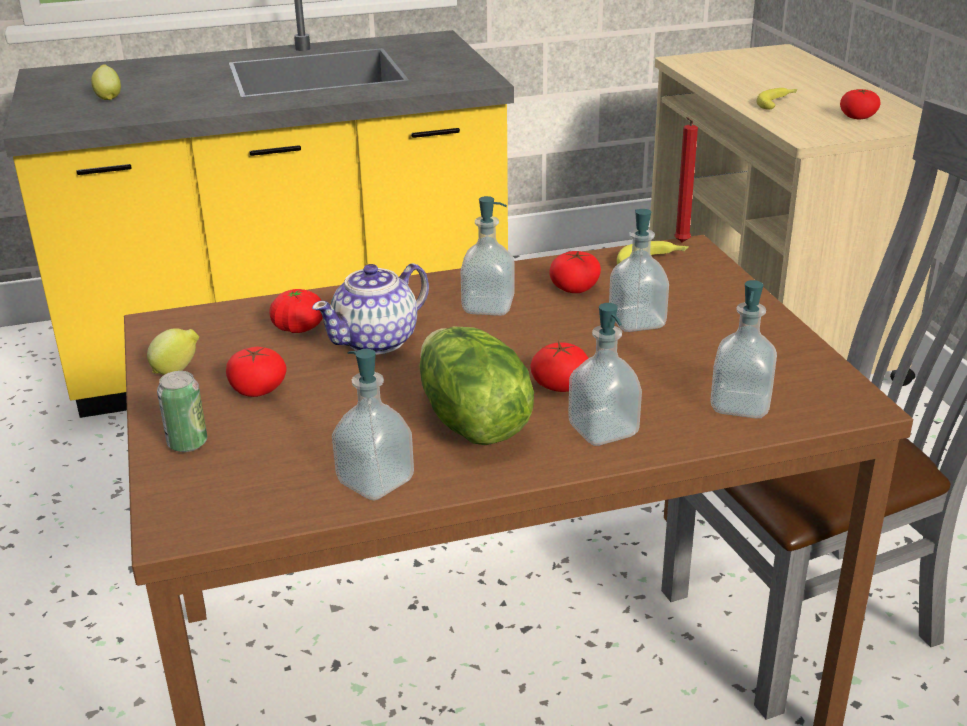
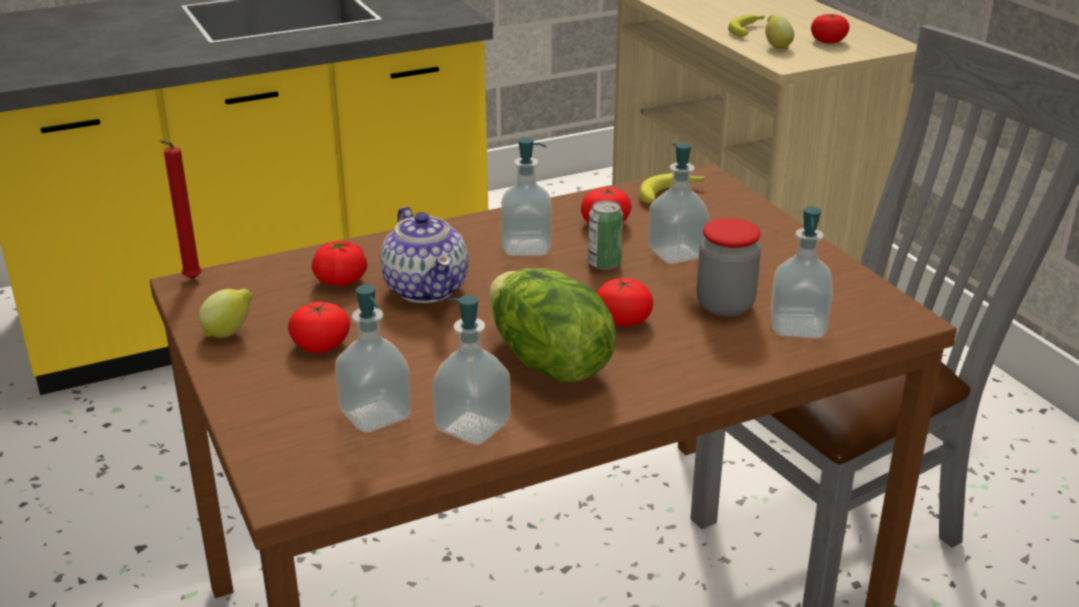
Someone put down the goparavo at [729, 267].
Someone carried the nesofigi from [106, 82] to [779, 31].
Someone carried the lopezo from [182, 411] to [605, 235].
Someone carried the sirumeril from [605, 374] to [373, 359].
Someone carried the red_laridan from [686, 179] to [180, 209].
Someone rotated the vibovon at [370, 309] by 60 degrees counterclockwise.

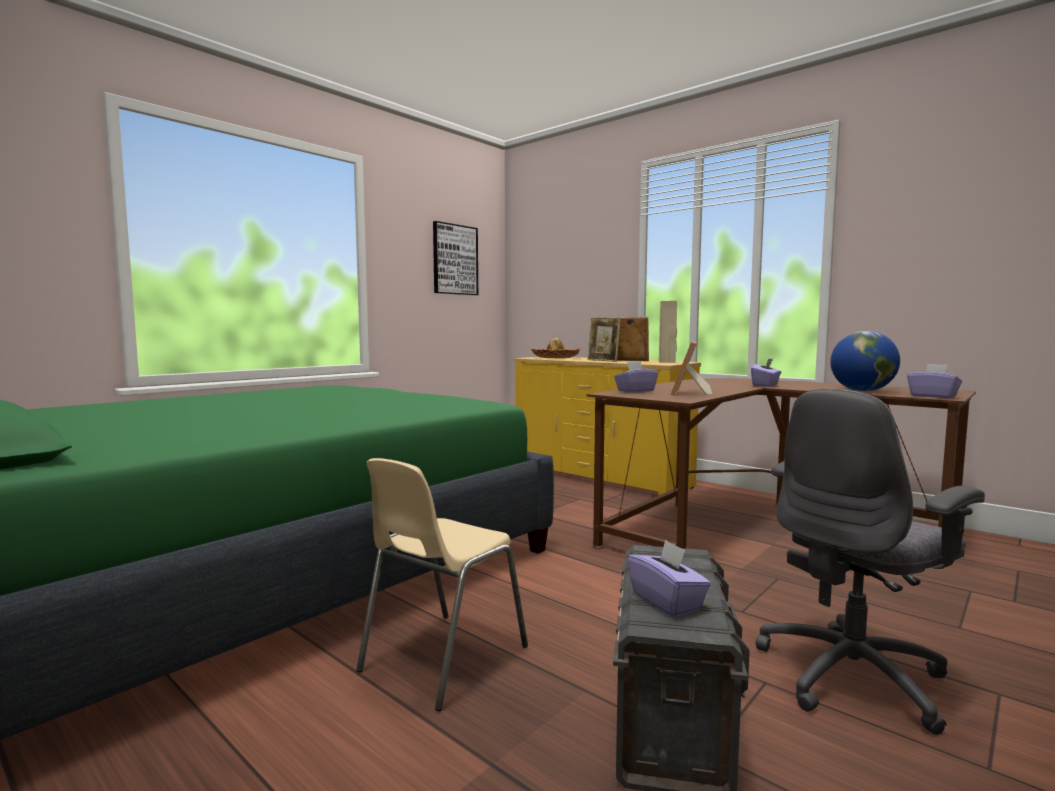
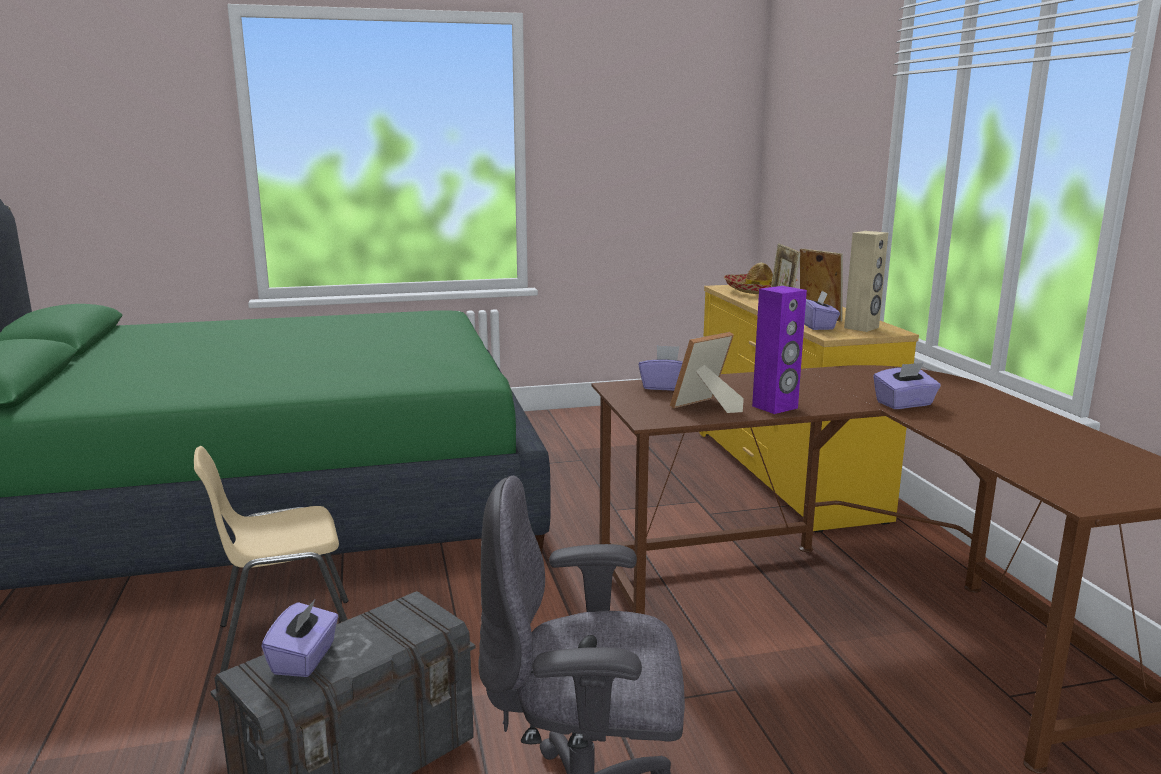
Someone took away the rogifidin at [455, 258].
Someone took away the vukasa at [865, 361].
Someone put down the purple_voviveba at [779, 350].
Someone carried the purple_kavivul from [934, 381] to [822, 310].

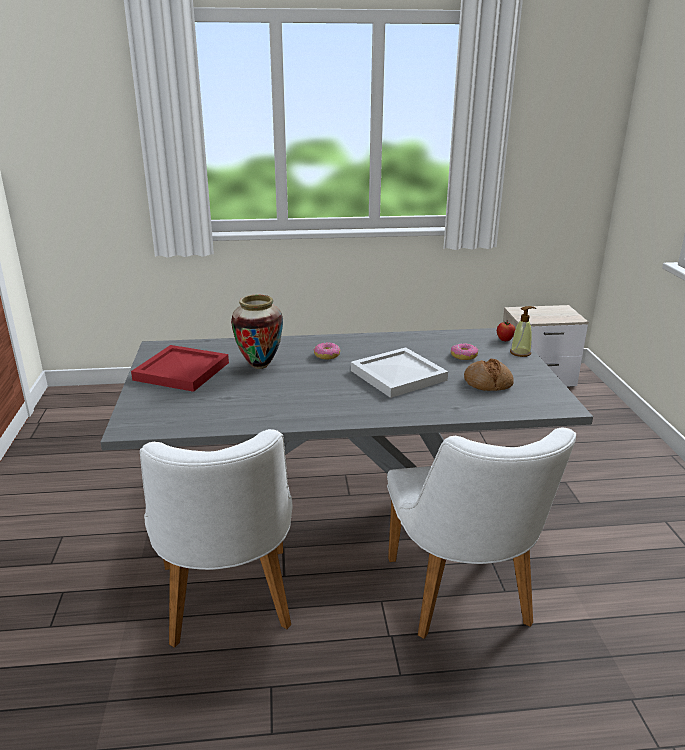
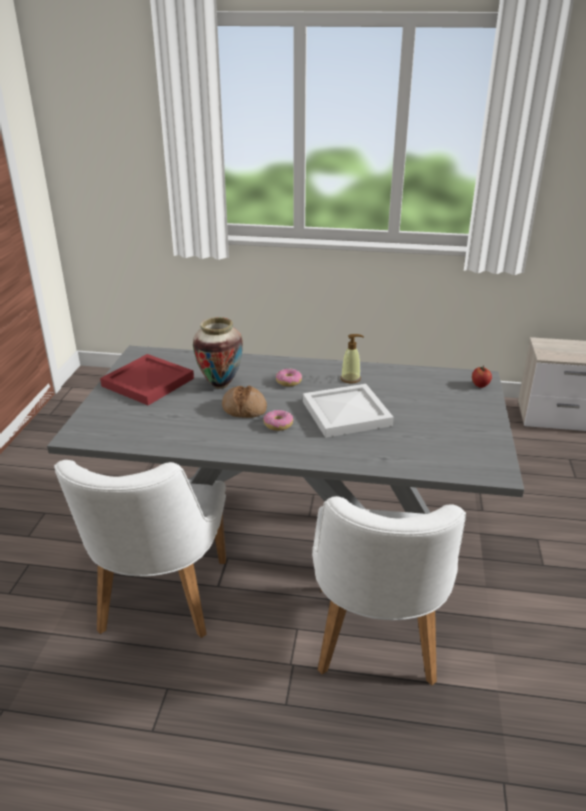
Someone carried the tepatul from [464, 351] to [278, 420].
Someone carried the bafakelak from [489, 375] to [244, 402].
Someone carried the sirumeril from [523, 331] to [352, 358].

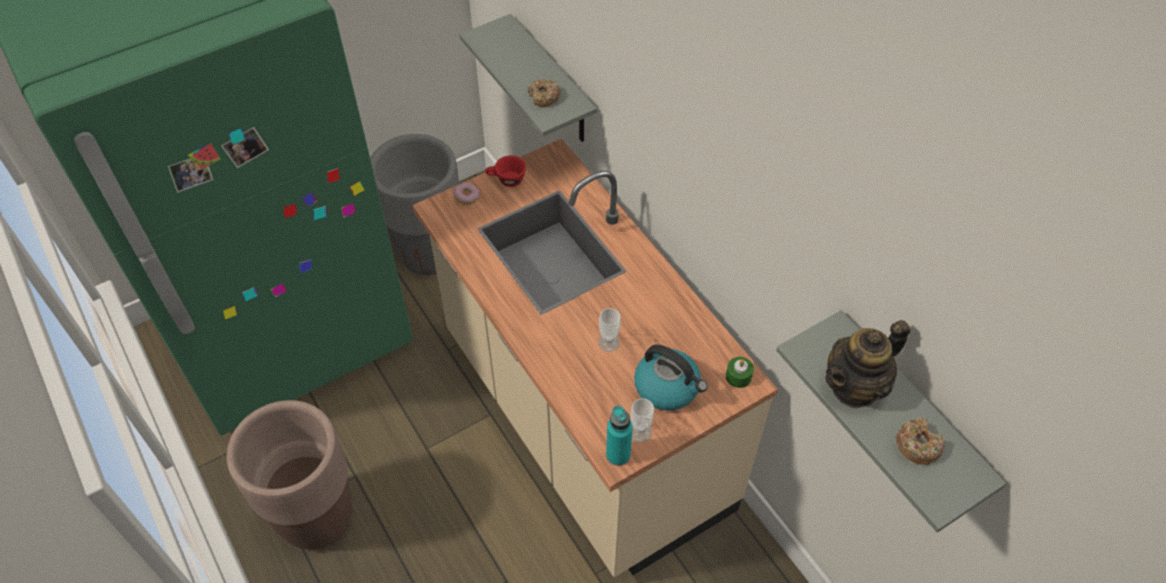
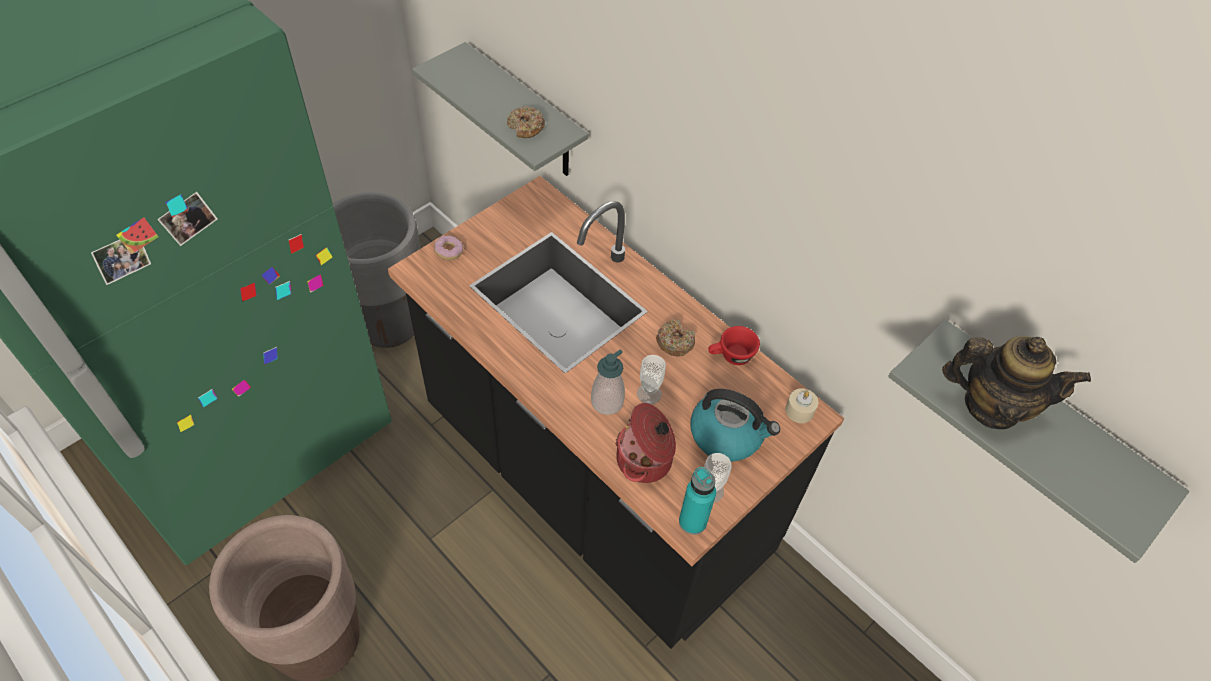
Someone put down the sirumeril at [608, 382].
Someone put down the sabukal at [645, 443].
Someone carried the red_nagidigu from [505, 171] to [734, 345].
Someone carried the tepatul from [921, 441] to [675, 337].
Someone repainted the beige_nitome at [595, 357], which became the black_nitome at [616, 412].
Someone repainted the green_laridan at [740, 372], which became the beige_laridan at [801, 405].
Someone rotated the vibovon at [867, 364] by 120 degrees counterclockwise.

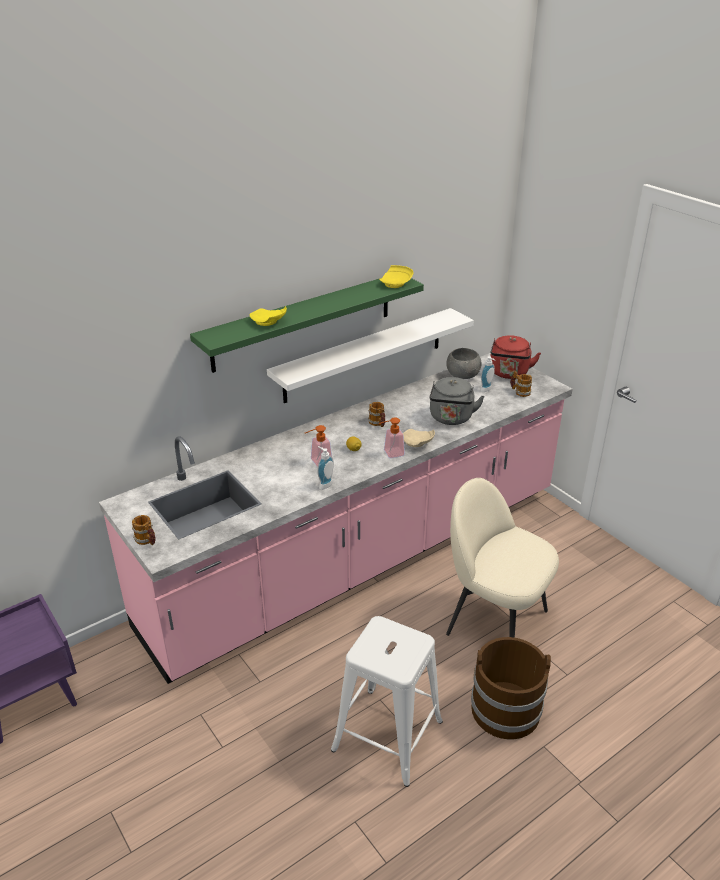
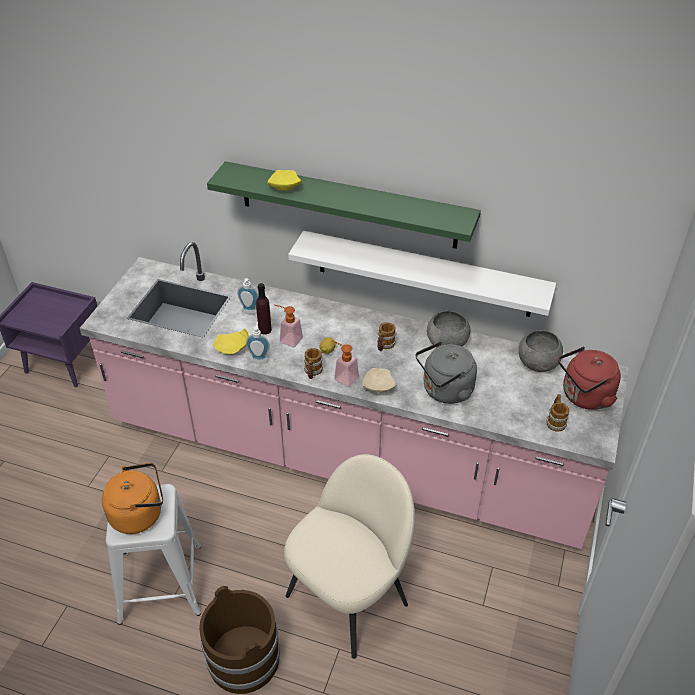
Someone put down the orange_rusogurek at [132, 498].
Someone put down the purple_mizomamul at [264, 309].
Someone put down the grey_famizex at [448, 328].
Someone carried the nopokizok from [144, 530] to [313, 363].
Someone carried the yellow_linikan from [396, 276] to [231, 341].
Someone carried the sirumeril from [488, 374] to [248, 296].
Someone rotated the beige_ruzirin at [502, 558] by 45 degrees clockwise.

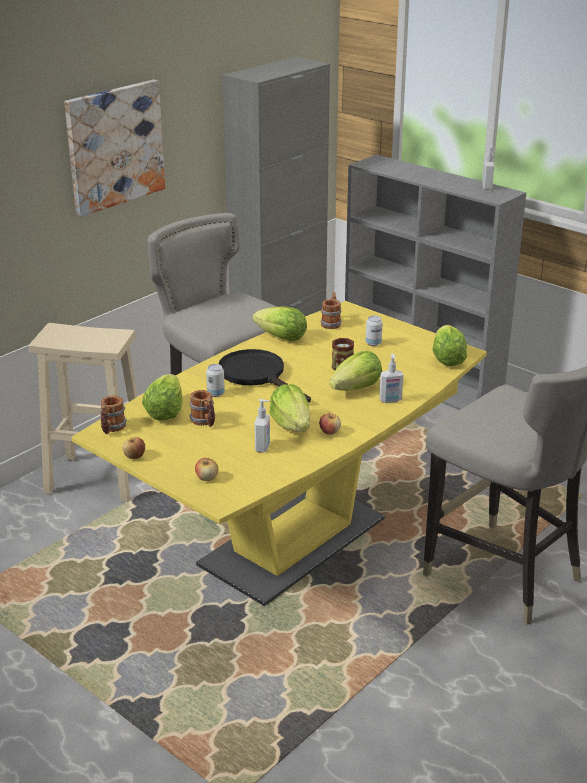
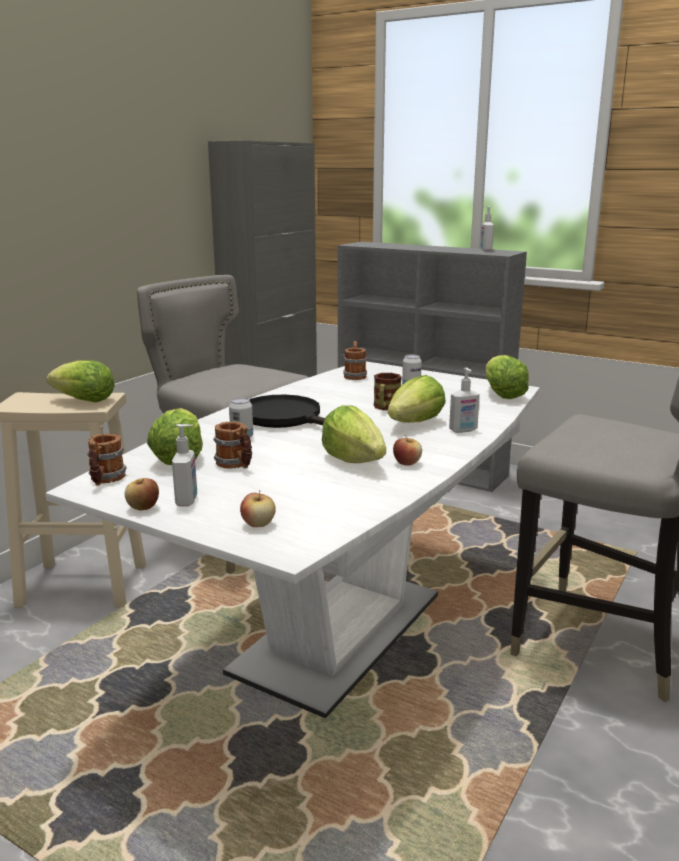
Someone took away the rogifidin at [114, 148].
Someone carried the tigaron from [280, 323] to [81, 381].
Someone carried the sirumeril from [262, 426] to [184, 465].
Someone repainted the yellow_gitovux at [279, 453], which became the white_gitovux at [293, 540].

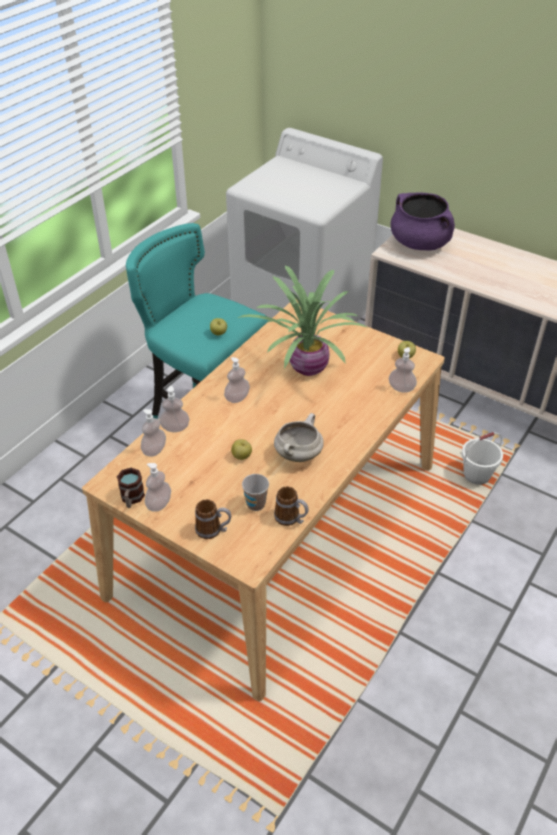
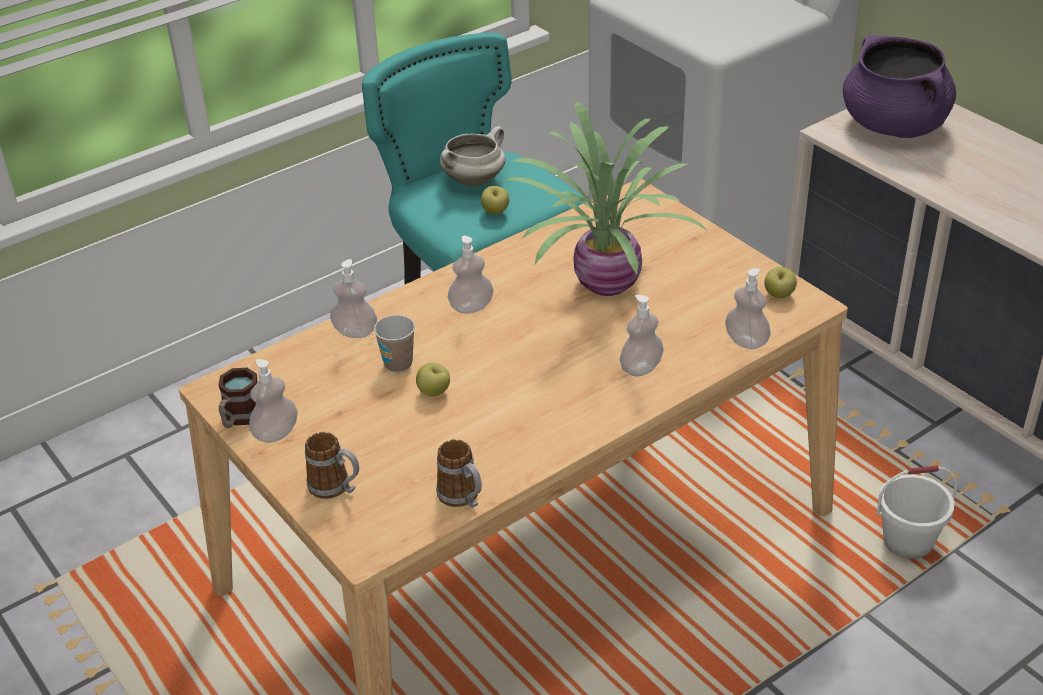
Someone carried the sirumeril from [153, 433] to [642, 335].
Someone carried the nagidigu from [255, 492] to [394, 343].
Someone carried the white_sabukal from [299, 437] to [473, 156].

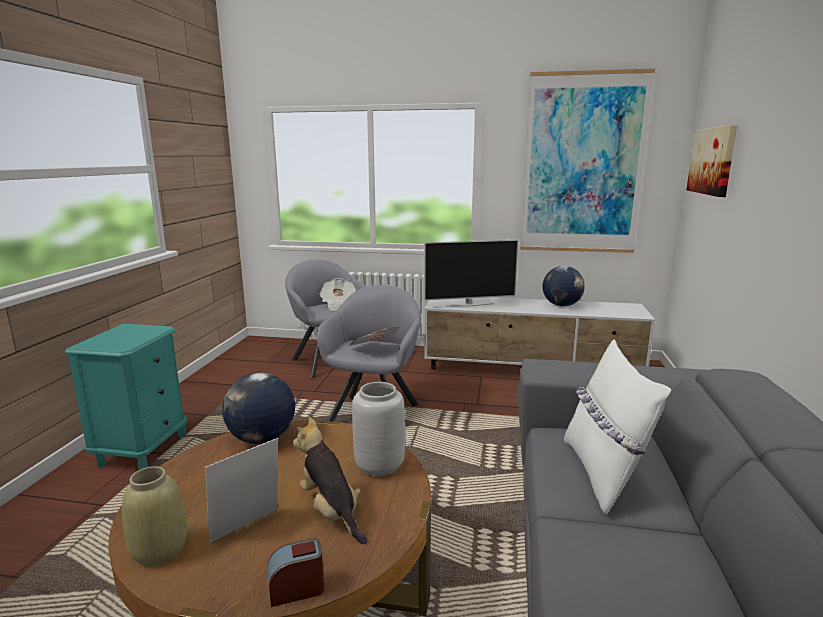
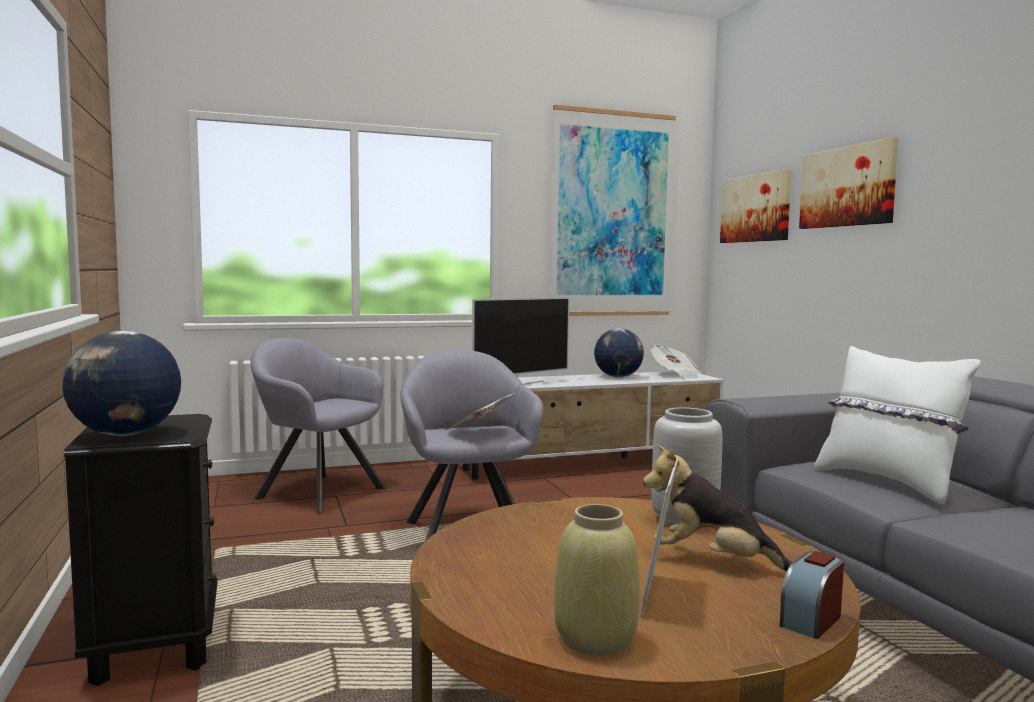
Someone put up the rogifidin at [848, 183].
Someone carried the vukasa from [258, 408] to [121, 383].
Someone carried the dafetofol from [337, 294] to [675, 361].
Someone repainted the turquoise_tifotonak at [126, 397], which became the black_tifotonak at [141, 550].

